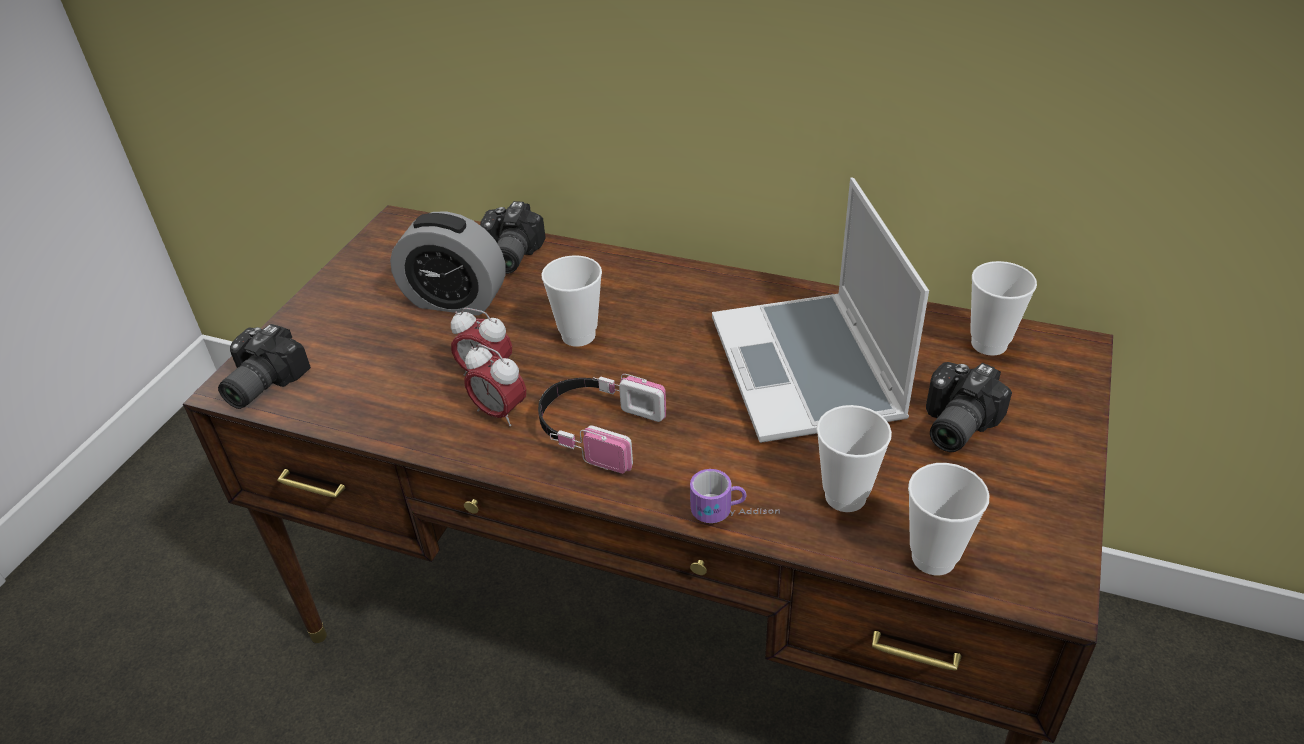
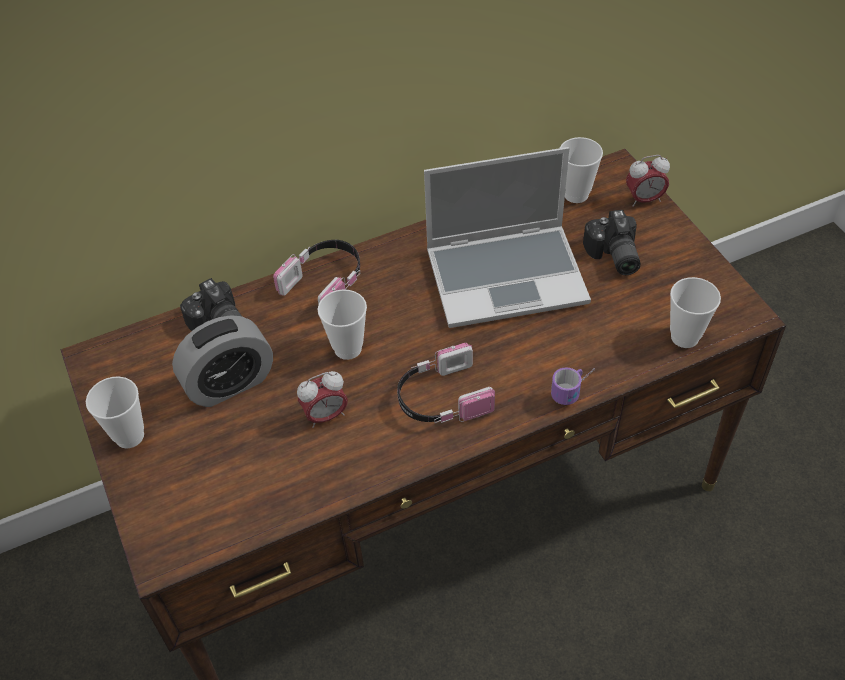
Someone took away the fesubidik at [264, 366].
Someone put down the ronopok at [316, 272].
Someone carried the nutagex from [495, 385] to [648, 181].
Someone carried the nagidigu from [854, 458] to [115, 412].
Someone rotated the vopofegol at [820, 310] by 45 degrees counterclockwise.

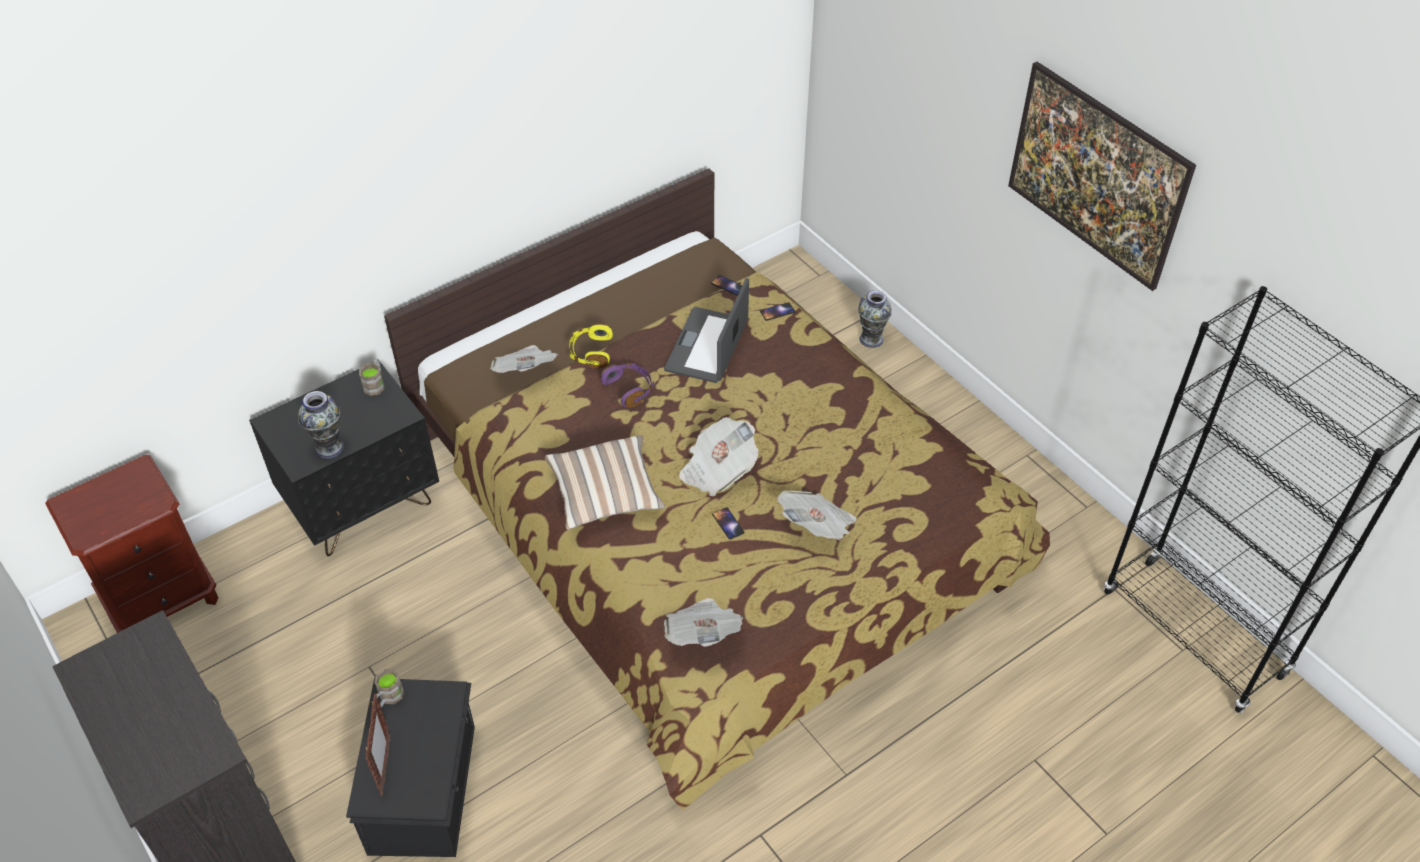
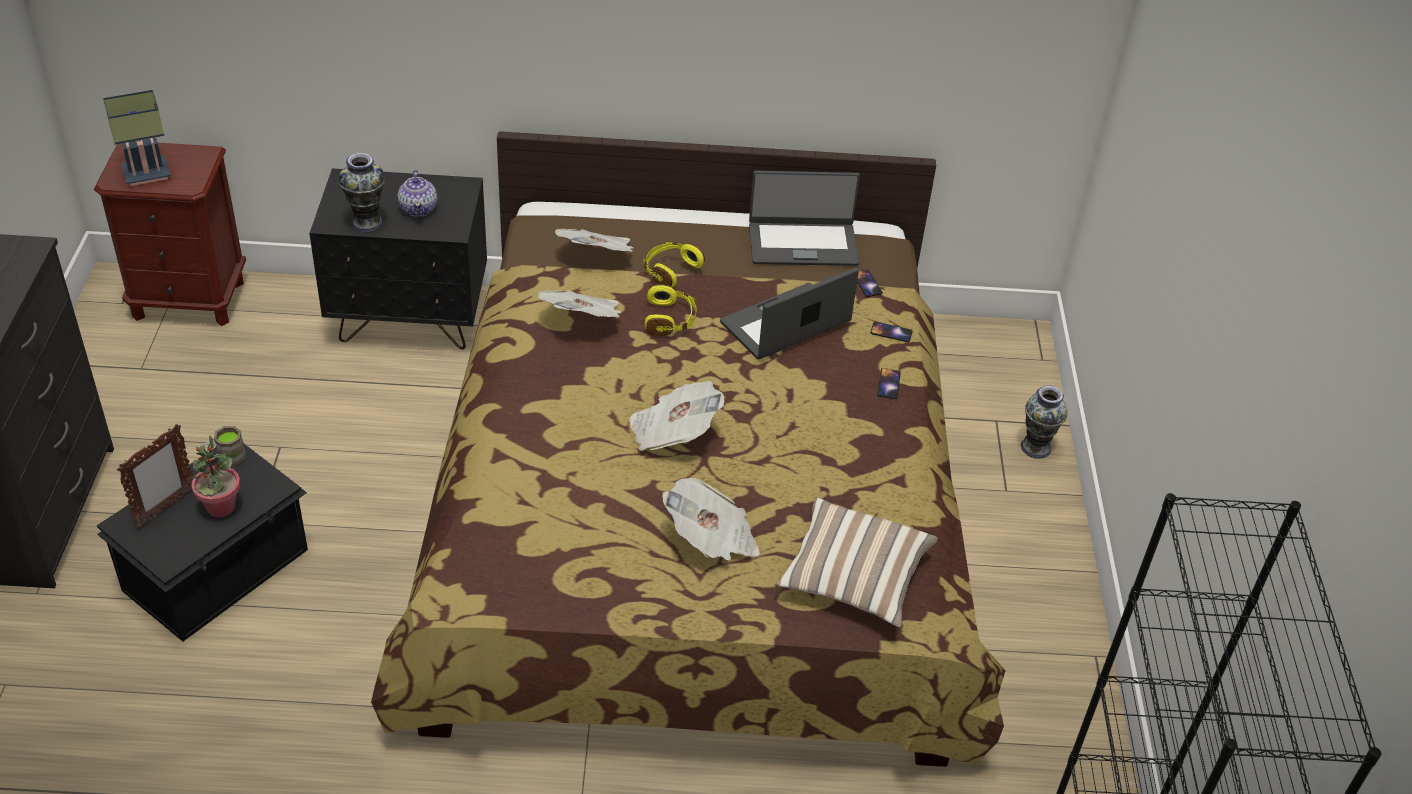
Someone took away the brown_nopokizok at [372, 377].
Someone took away the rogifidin at [1102, 176].
Someone put down the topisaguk at [137, 138].
Someone put down the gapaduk at [215, 476].
Someone put down the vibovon at [417, 194].
Someone put down the vopofegol at [804, 218].
Someone carried the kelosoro from [605, 482] to [857, 562].
Someone carried the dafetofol from [703, 622] to [580, 303].
Someone carried the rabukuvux from [728, 523] to [889, 383].
Someone repainted the purple_ronopok at [627, 385], which became the yellow_ronopok at [671, 310].

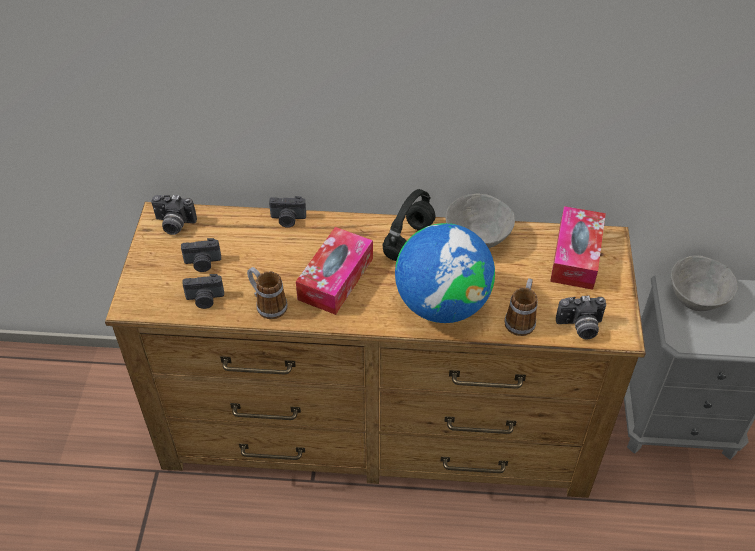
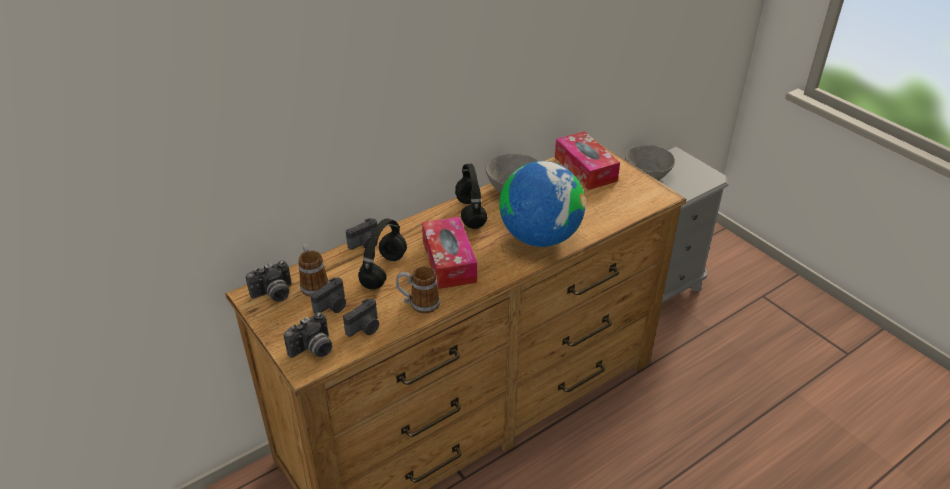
Someone put down the black_ronopok at [382, 254].
Someone carried the nopokizok from [521, 307] to [313, 270].
Someone carried the fesubidik from [581, 317] to [308, 335].

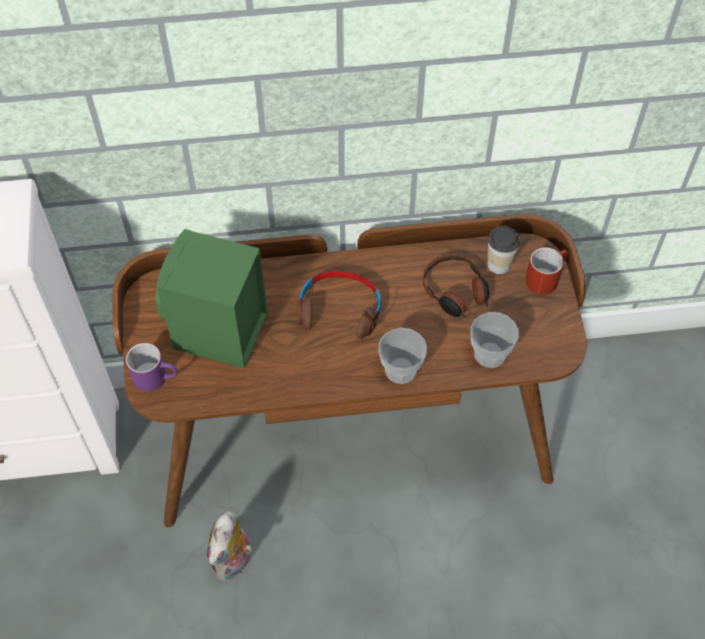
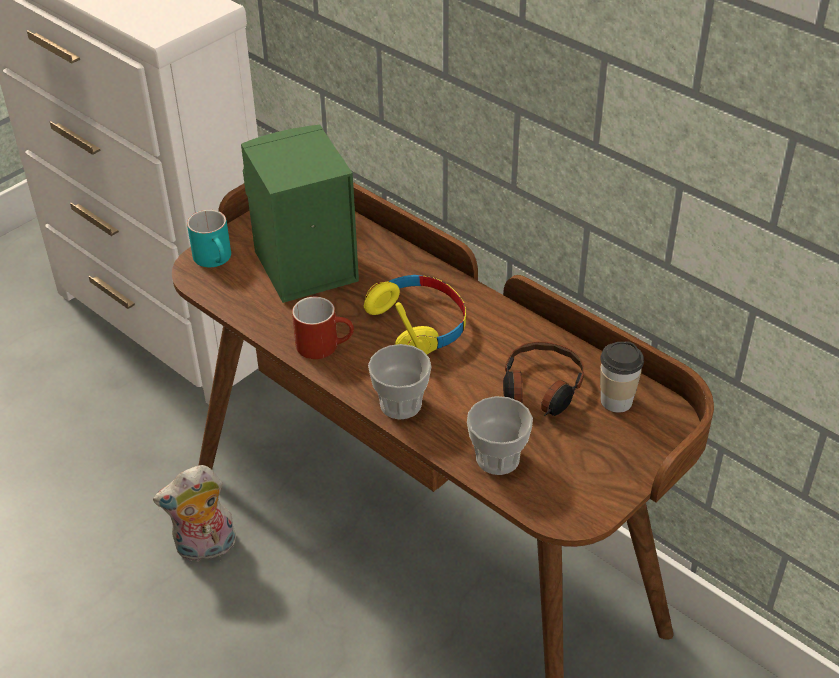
Someone carried the red_nopokizok from [546, 271] to [323, 328].
Someone repainted the purple_nopokizok at [152, 367], which became the turquoise_nopokizok at [209, 238].
Someone repainted the brown_ronopok at [340, 304], which became the yellow_ronopok at [415, 315].

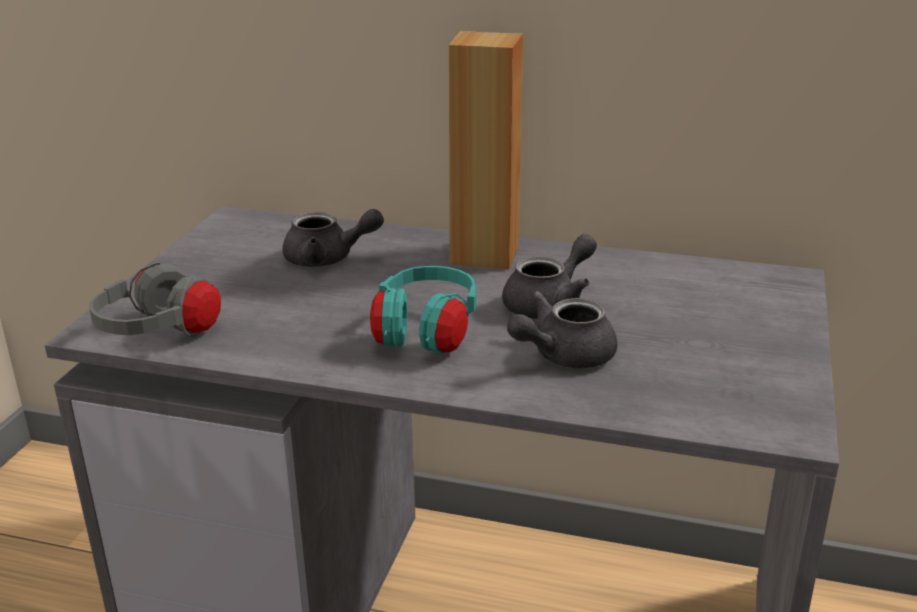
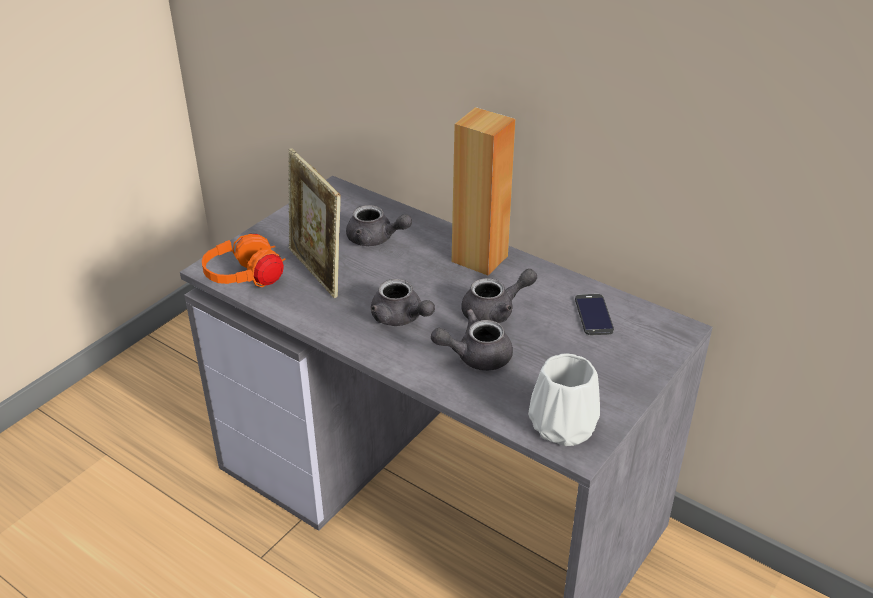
Someone put down the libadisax at [314, 223].
Someone put down the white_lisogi at [564, 400].
Someone put down the rabukuvux at [594, 314].
Someone swapped the turquoise_ronopok at [423, 310] for the grey_vibovon at [403, 302].
Someone repainted the grey_ronopok at [155, 300], which became the orange_ronopok at [244, 261].

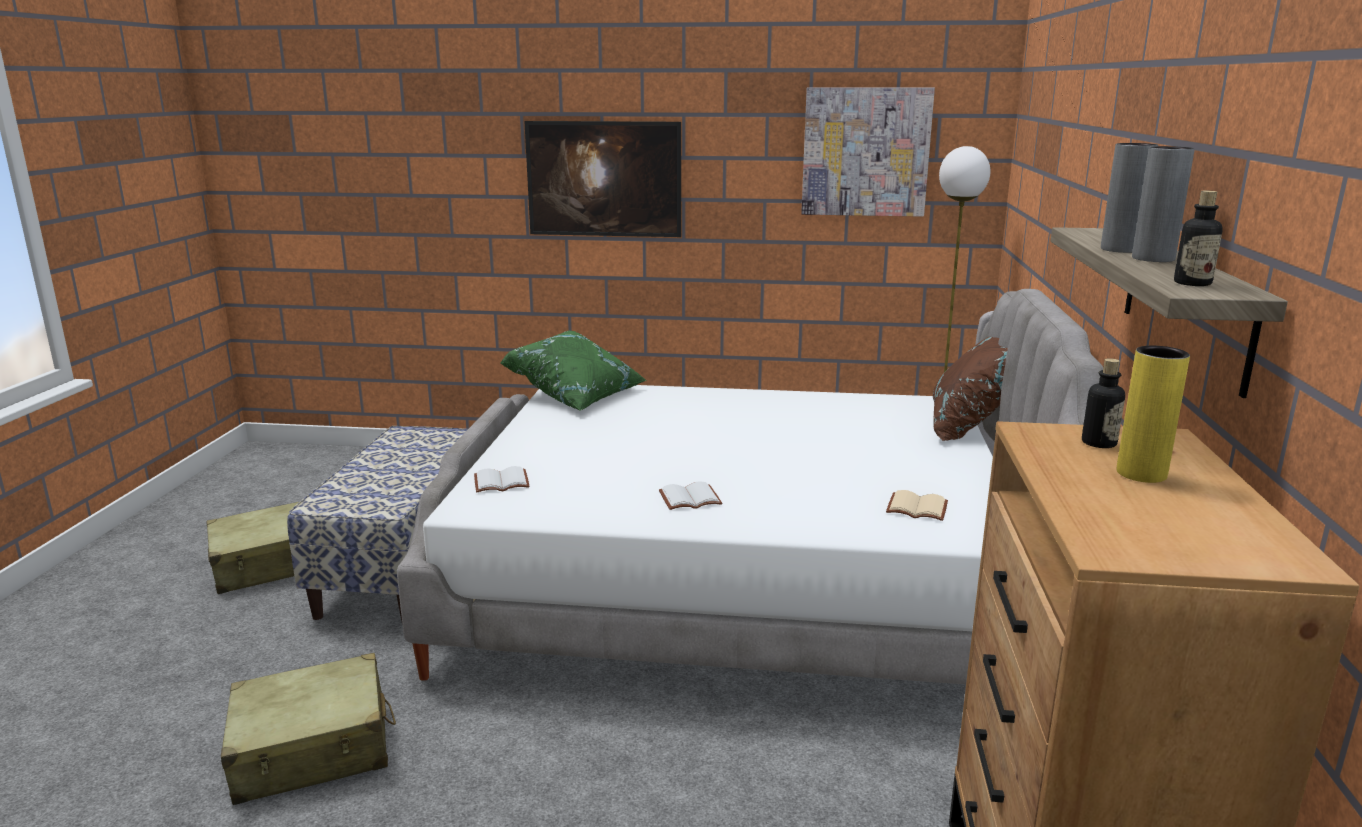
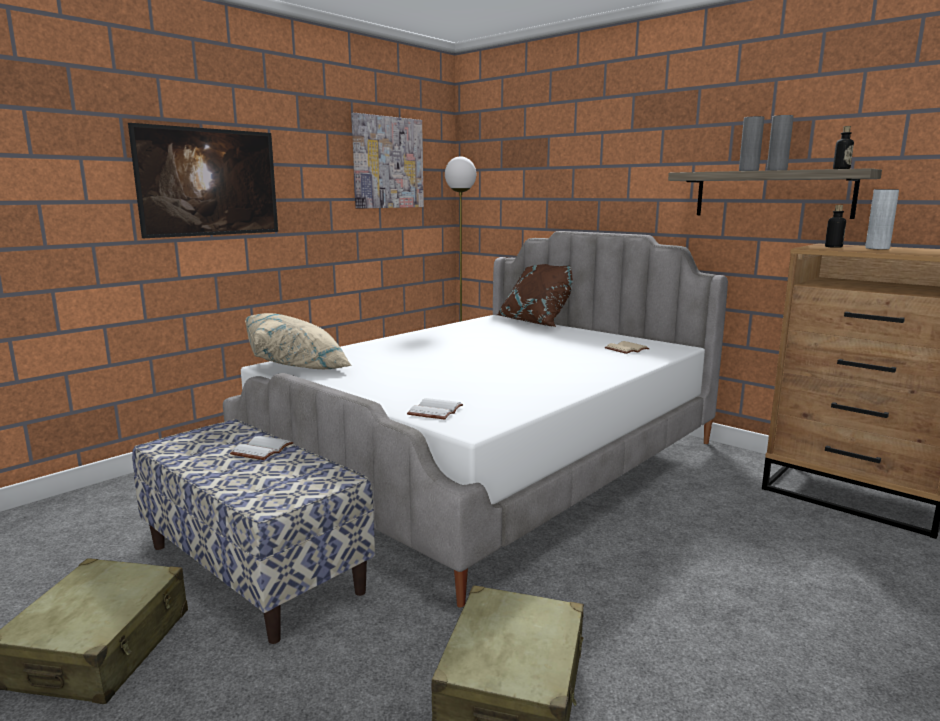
Someone carried the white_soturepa from [690, 495] to [261, 448].
Someone repainted the green_kelosoro at [574, 371], which became the beige_kelosoro at [298, 341].
Someone repainted the yellow_lisogi at [1153, 414], which became the grey_lisogi at [882, 219].

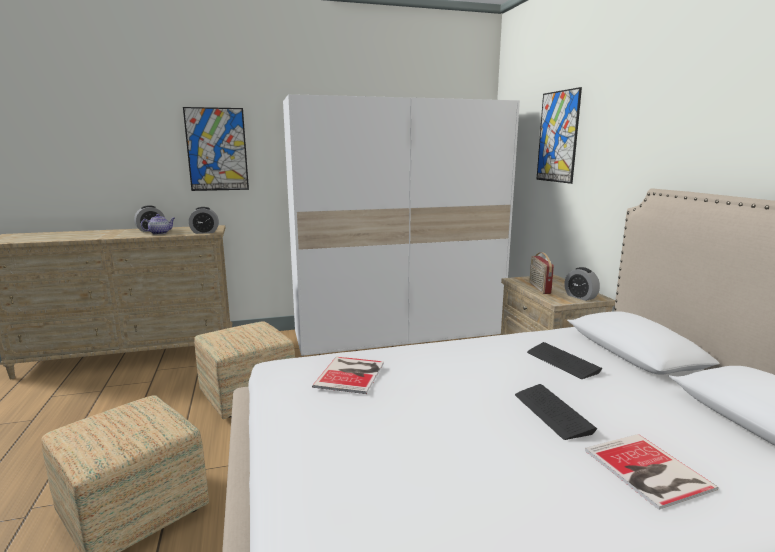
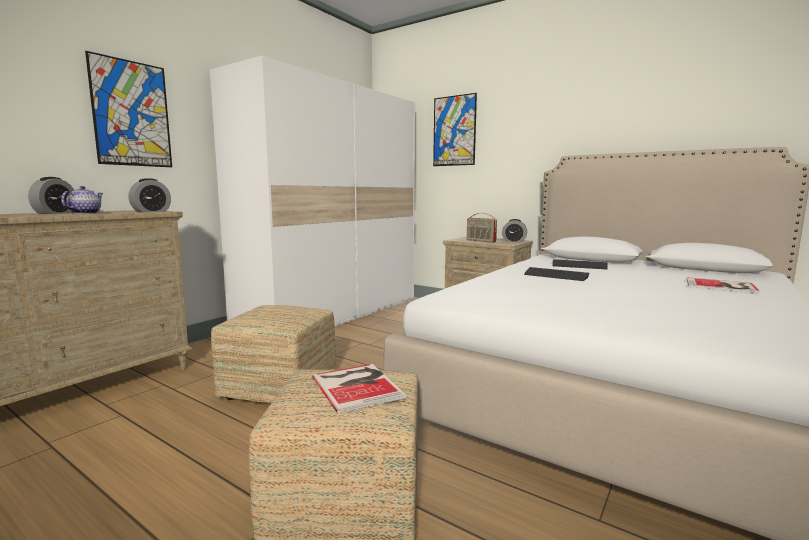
Someone carried the soturepa from [348, 375] to [359, 388].
Someone carried the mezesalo from [556, 412] to [557, 274].

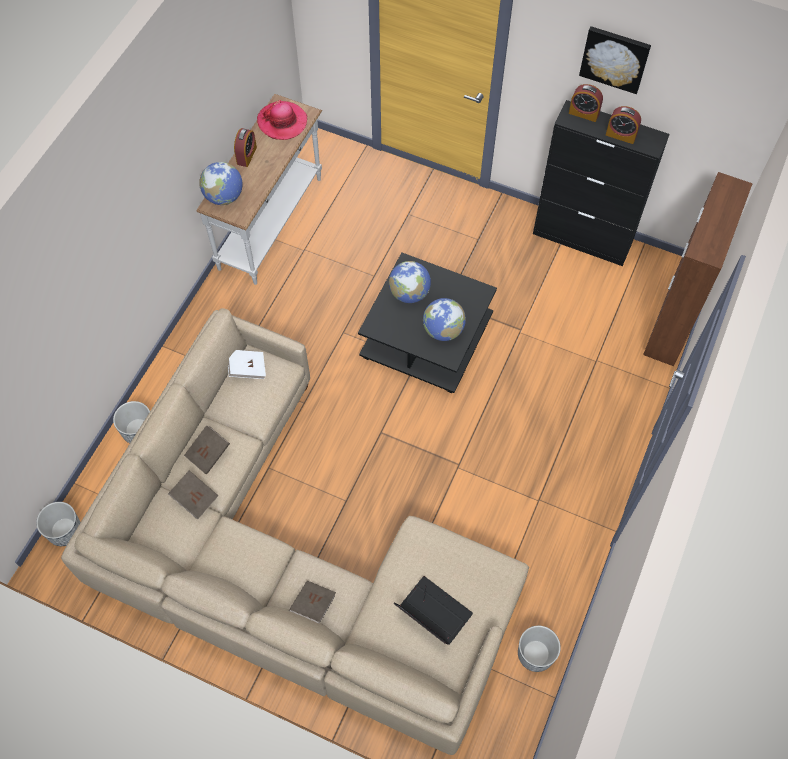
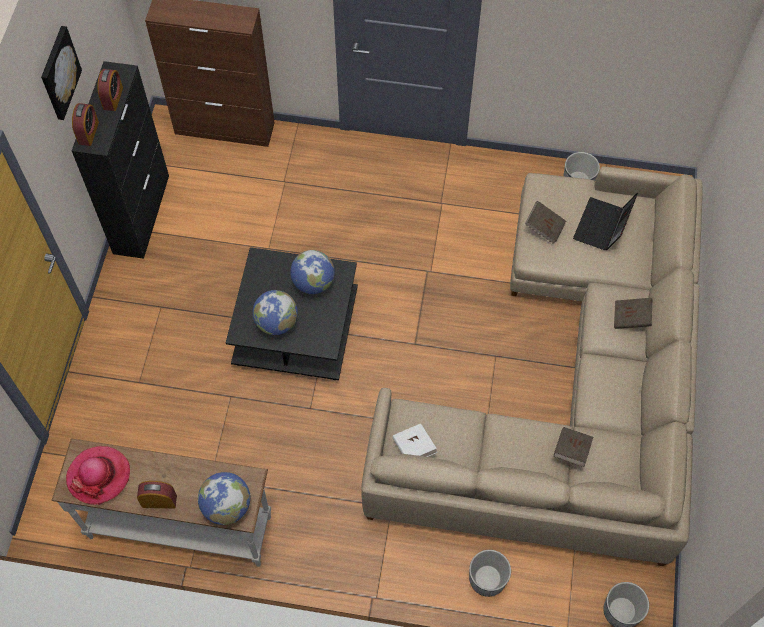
Someone carried the brown_soturepa from [207, 449] to [545, 222].

